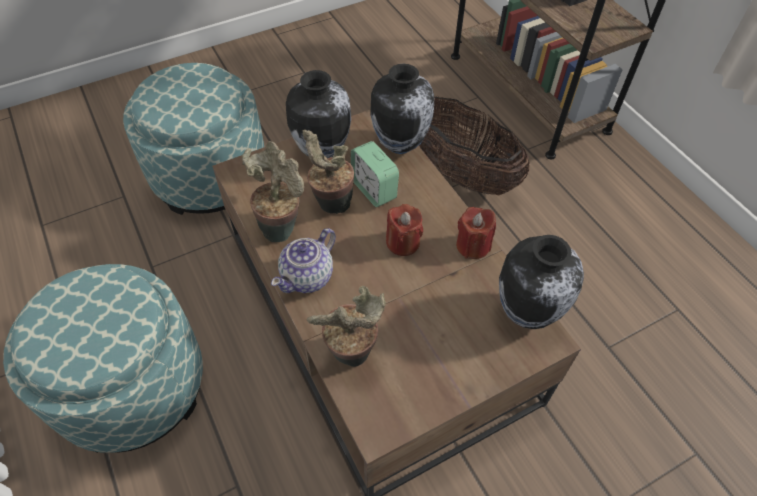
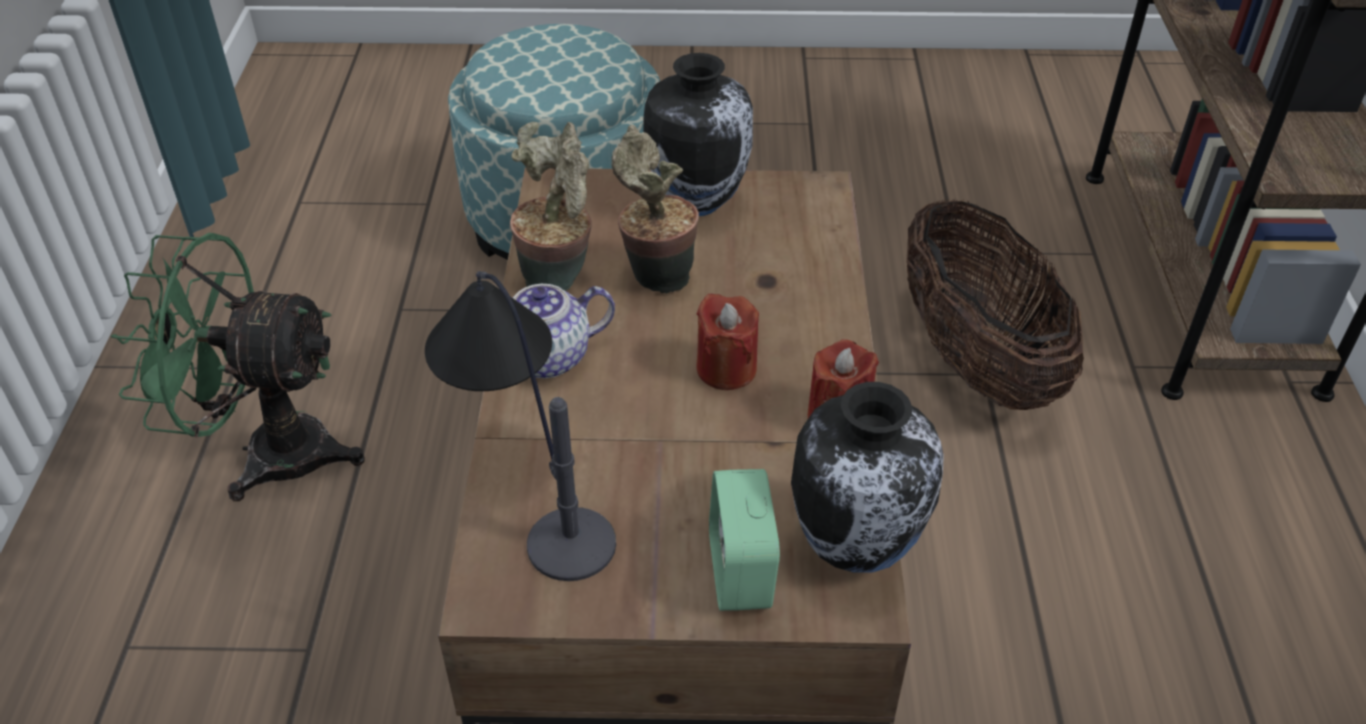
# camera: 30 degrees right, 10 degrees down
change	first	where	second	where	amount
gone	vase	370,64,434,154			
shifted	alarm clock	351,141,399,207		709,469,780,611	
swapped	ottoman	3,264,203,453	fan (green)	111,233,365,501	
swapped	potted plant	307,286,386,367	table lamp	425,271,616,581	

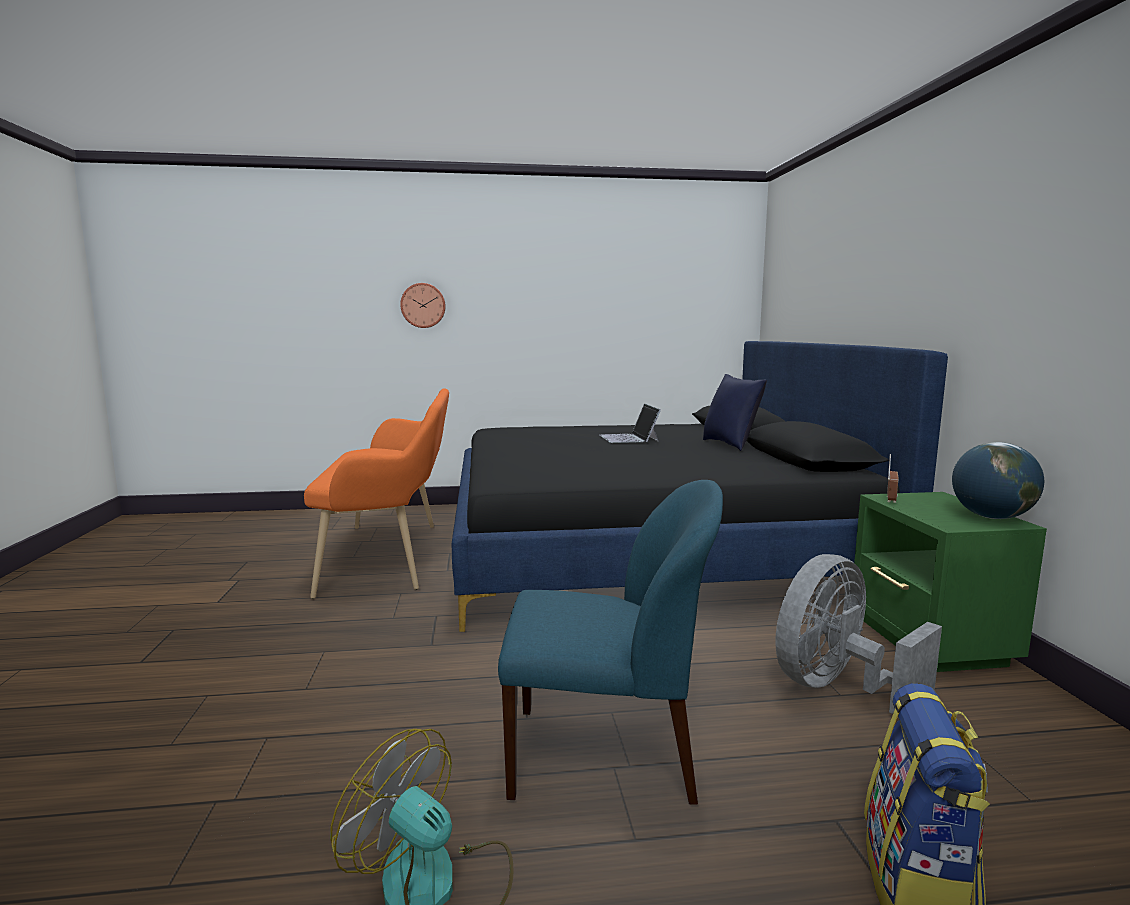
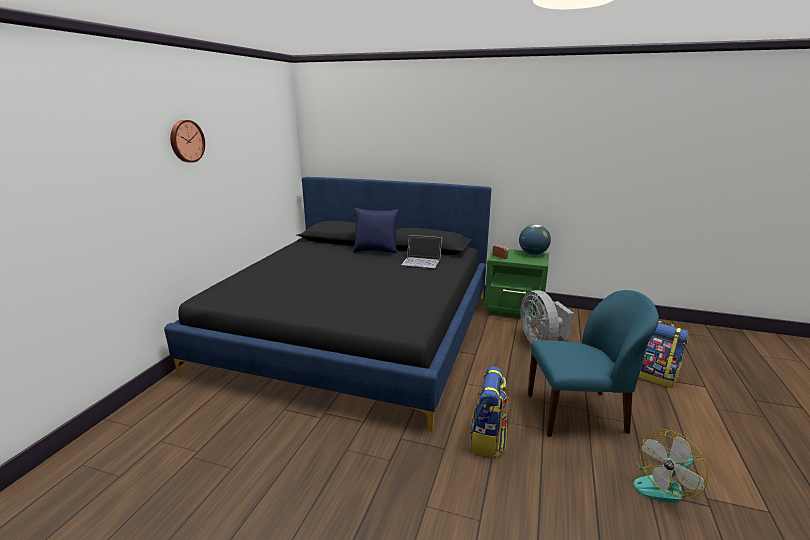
# camera: 65 degrees left, 10 degrees up
change	first	where	second	where	amount
shifted	wall clock	400,283,446,328		170,120,205,163	
gone	bench (orange)	304,389,449,599			
shifted	laptop	600,403,661,443		401,235,442,268	
rotated	chair (blue)	498,480,723,805		528,290,659,437	60 degrees clockwise
new			backpack	469,367,509,458	

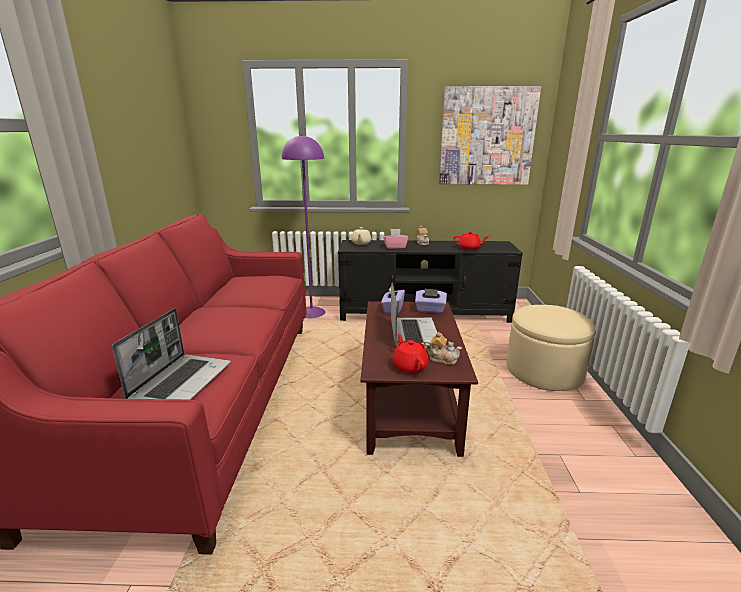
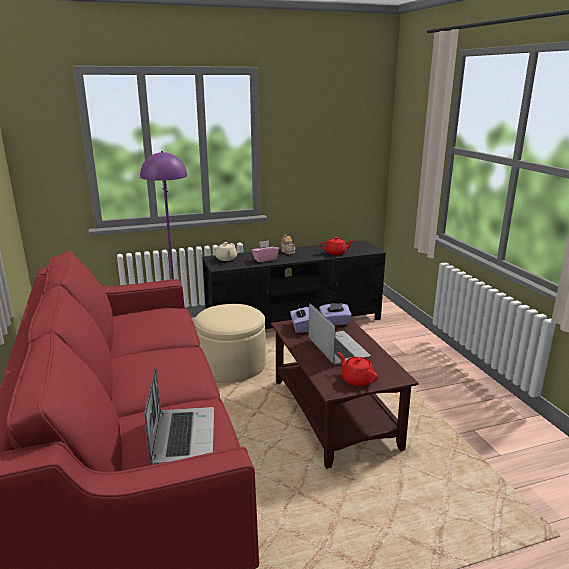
# camera: 20 degrees left, 0 degrees up
change	first	where	second	where	amount
gone	picture	439,86,541,185			
shifted	ottoman (beige)	507,305,596,391		194,304,266,382	
gone	teapot	423,332,462,365			

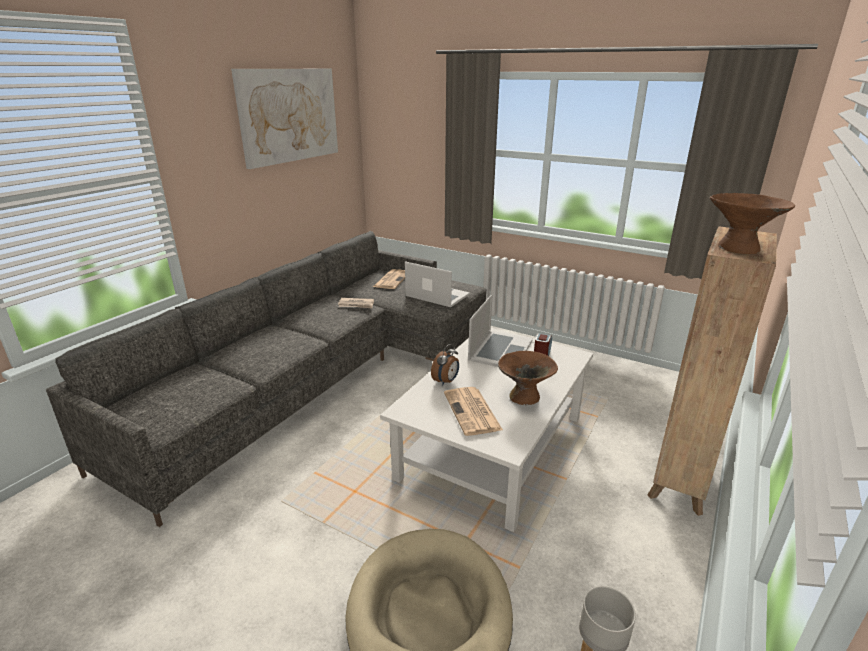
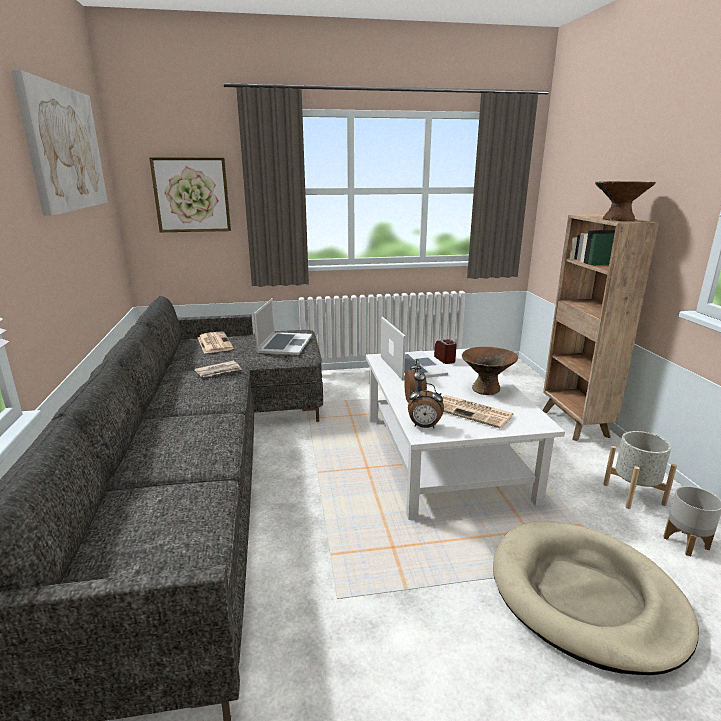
# camera: 40 degrees left, 5 degrees down
change	first	where	second	where	amount
rotated	laptop	405,261,470,307		254,298,312,355	105 degrees clockwise
new			picture	149,157,231,232	
new			alarm clock	408,383,444,428	
new			planter (grey)	603,431,677,509	

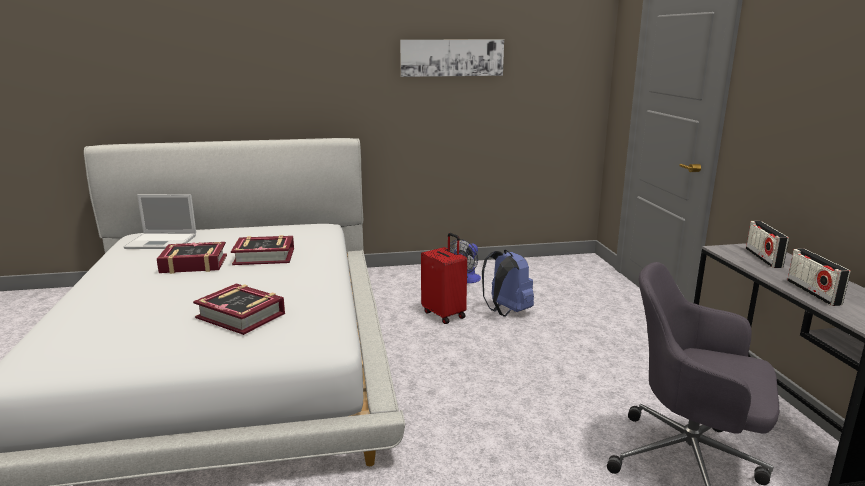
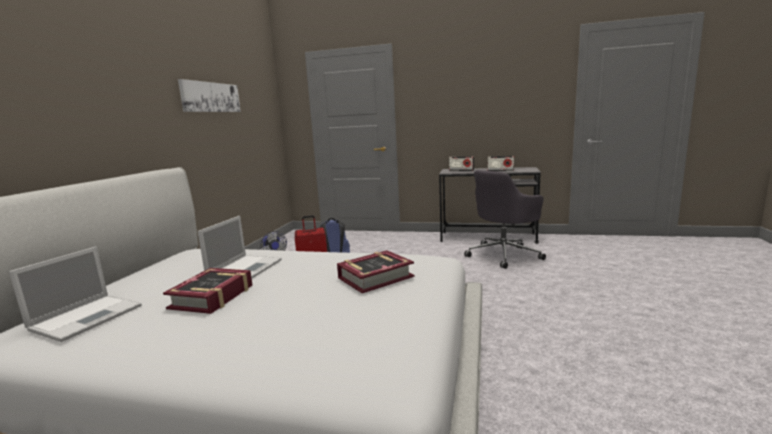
# camera: 65 degrees left, 5 degrees down
change	first	where	second	where	amount
swapped	book	231,235,294,265	laptop	198,216,282,278	

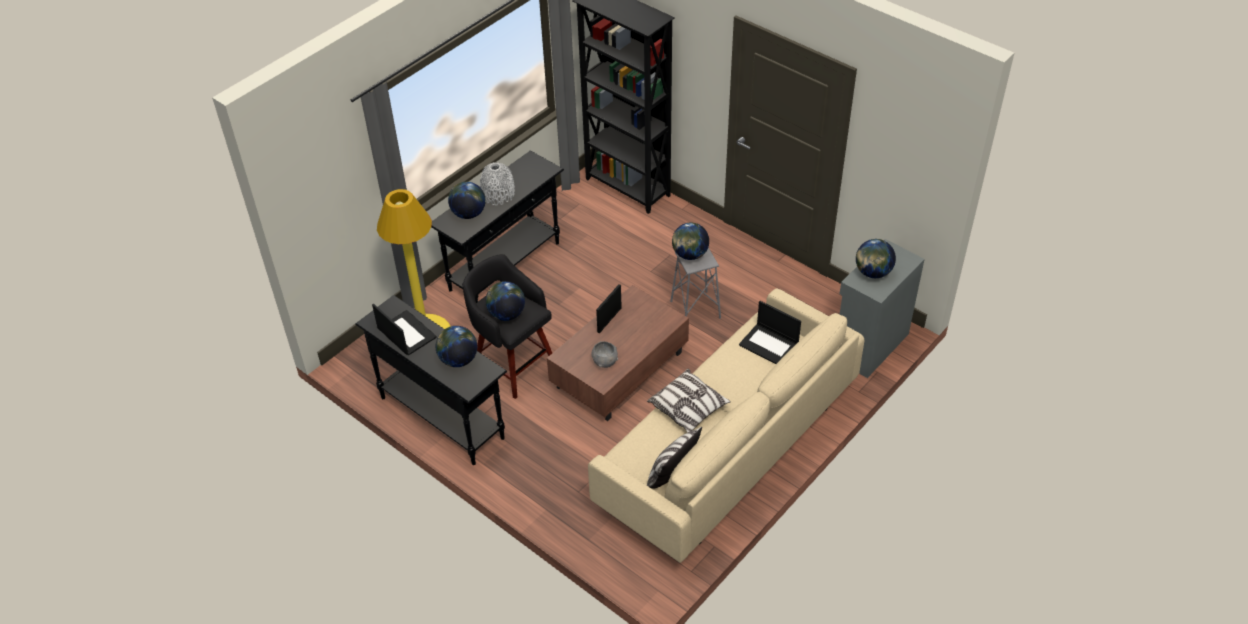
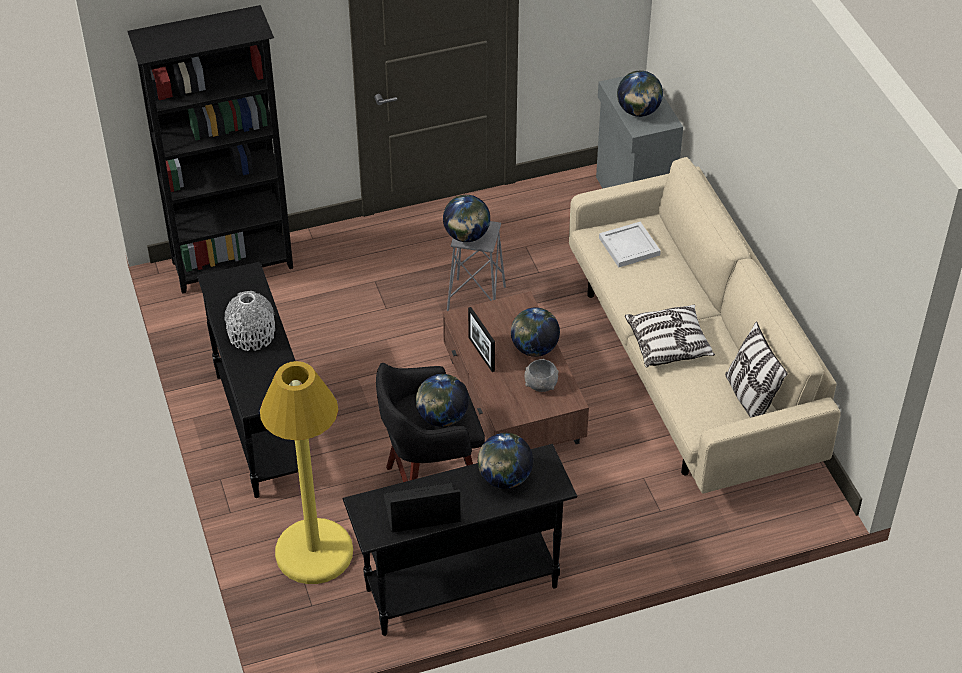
# camera: 60 degrees left, 0 degrees up
change	first	where	second	where	amount
shifted	globe	448,182,486,219		511,307,560,357	
swapped	laptop	739,301,801,364	tray (white)	599,222,661,268	

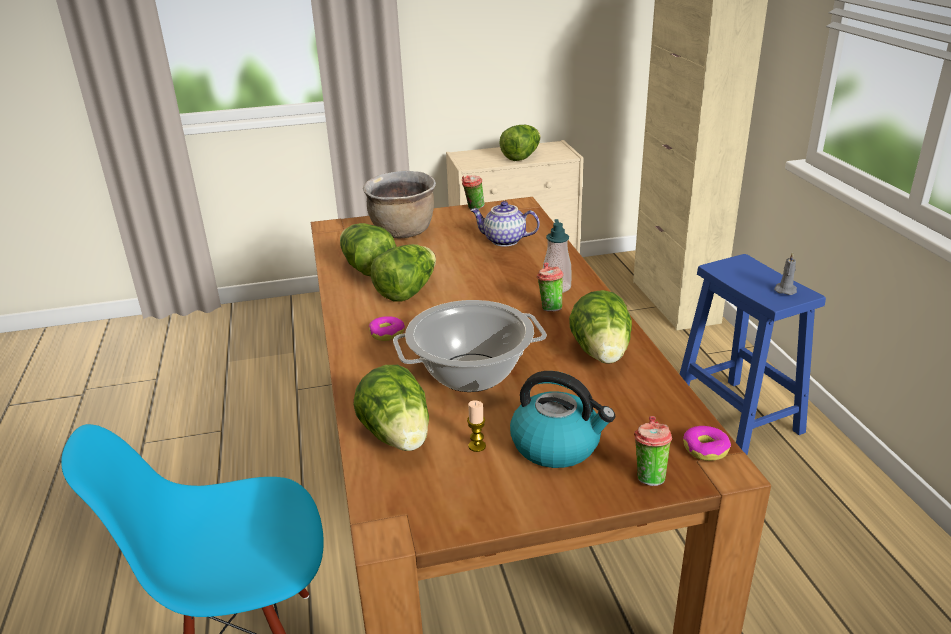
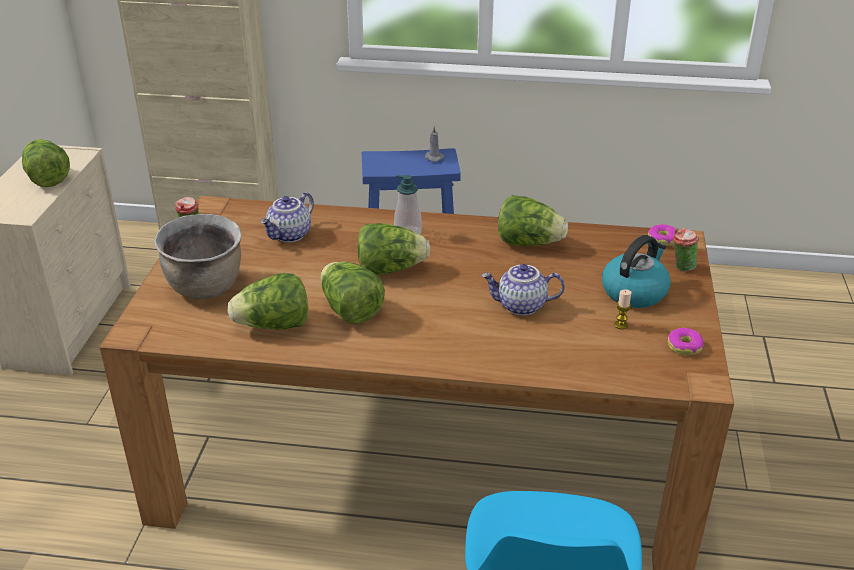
# camera: 70 degrees left, 5 degrees up
change	first	where	second	where	amount
gone	cup	537,262,564,312			
swapped	cooking pot	393,300,547,392	teapot	481,264,565,316	
shifted	donut	369,316,405,341		667,328,704,355	
shifted	lettuce	354,365,429,451		357,223,430,275	

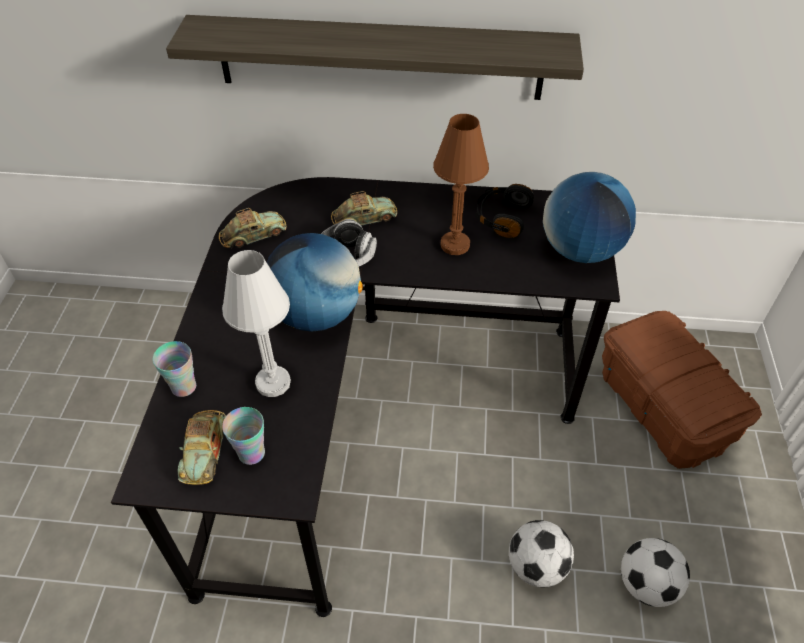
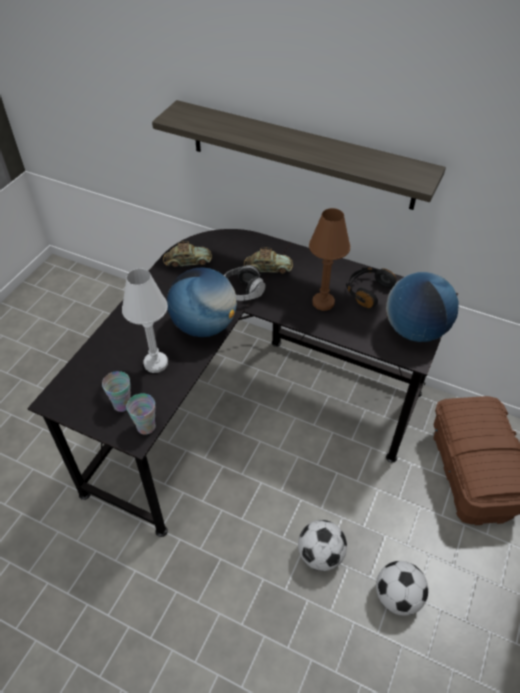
# camera: 20 degrees right, 0 degrees up
change	first	where	second	where	amount
shifted	cup	153,341,196,397		126,393,156,435	
gone	toy car	177,410,226,485			

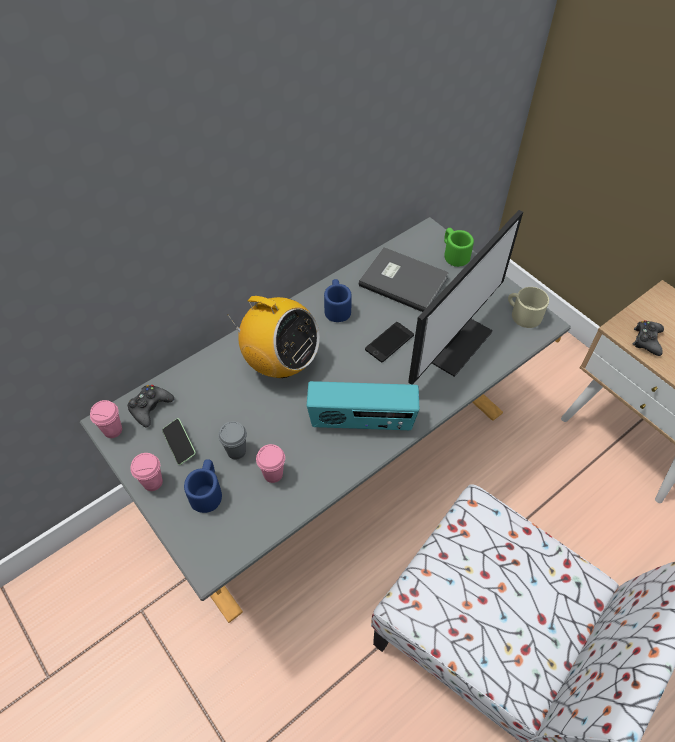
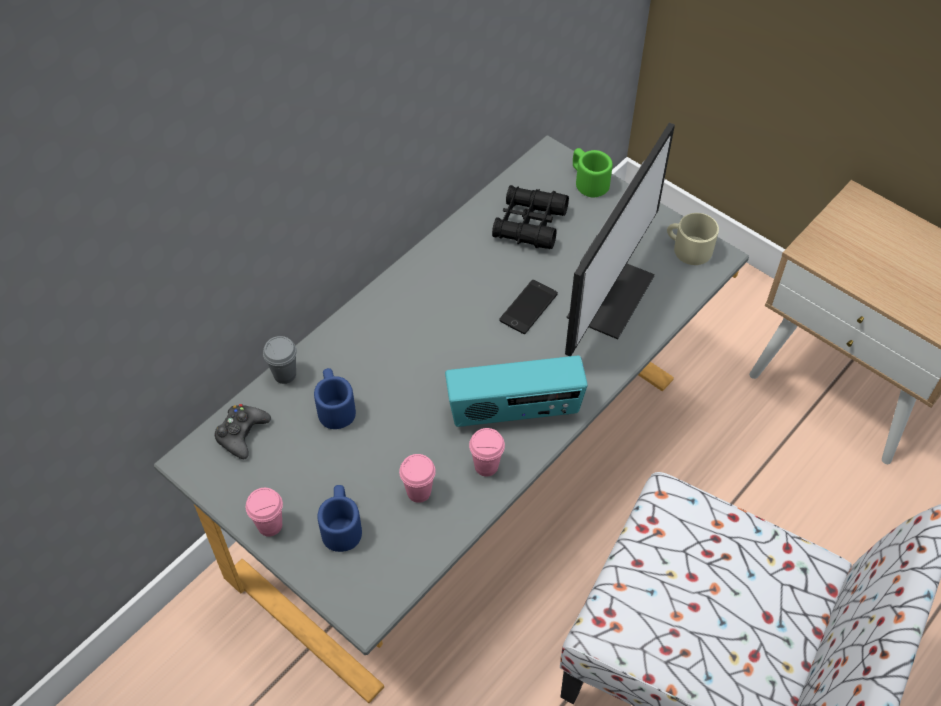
# camera: 10 degrees left, 0 degrees up
change	first	where	second	where	amount
swapped	book (grey)	359,247,449,312	binoculars (black)	492,185,569,249	
shifted	mug (blue)	324,279,352,322		314,368,356,429	
gone	radio	227,296,320,378			
gone	game controller (black)	632,320,664,356			
shifted	cup (pink)	90,400,122,438		469,428,505,477	
gone	phone	162,418,196,465			
shifted	cup (grey)	218,421,247,459		263,336,297,384	

